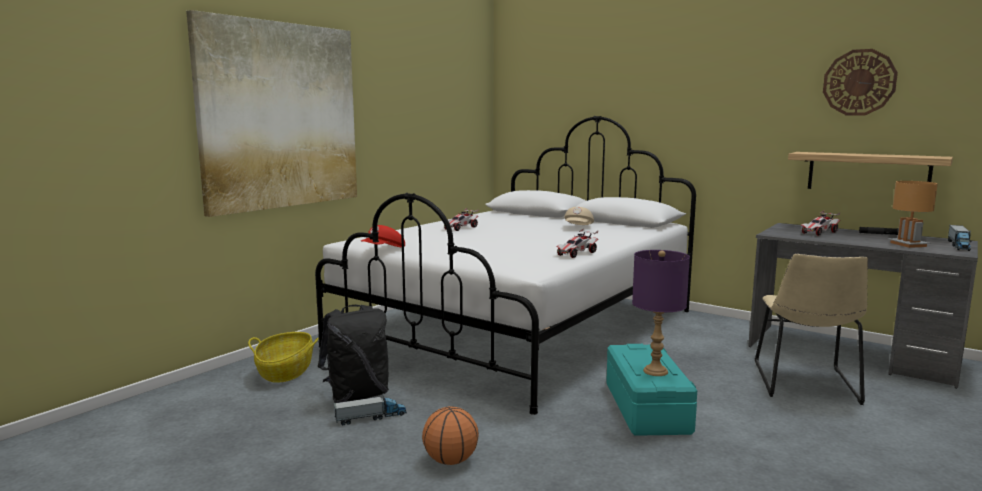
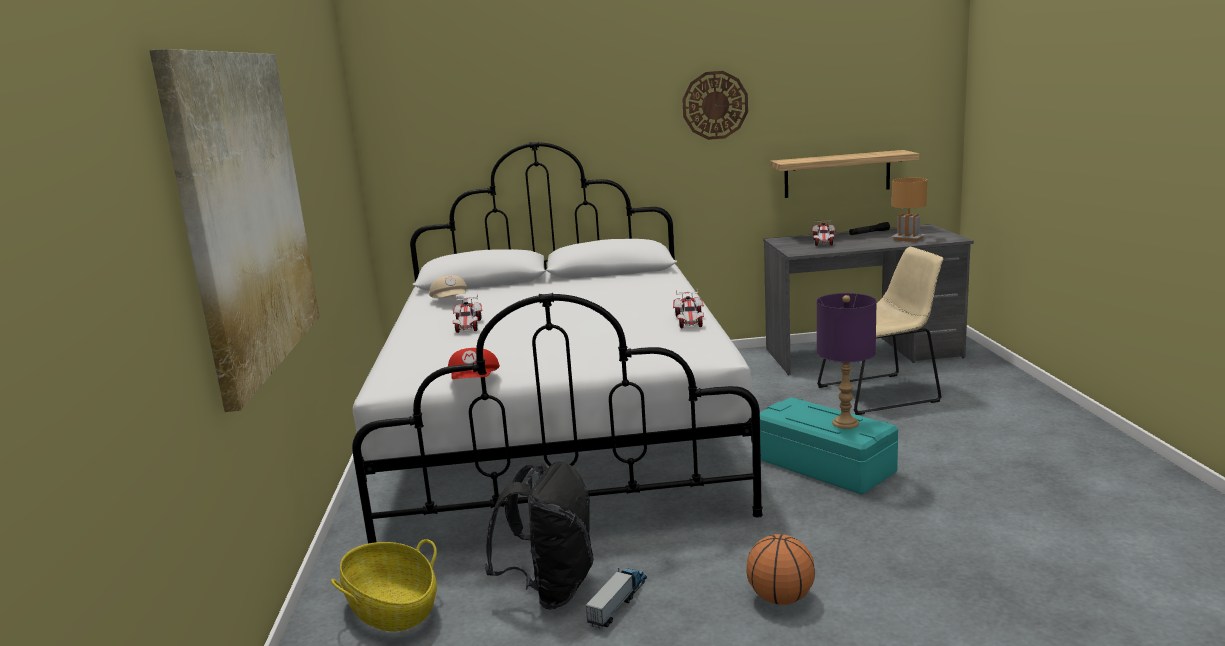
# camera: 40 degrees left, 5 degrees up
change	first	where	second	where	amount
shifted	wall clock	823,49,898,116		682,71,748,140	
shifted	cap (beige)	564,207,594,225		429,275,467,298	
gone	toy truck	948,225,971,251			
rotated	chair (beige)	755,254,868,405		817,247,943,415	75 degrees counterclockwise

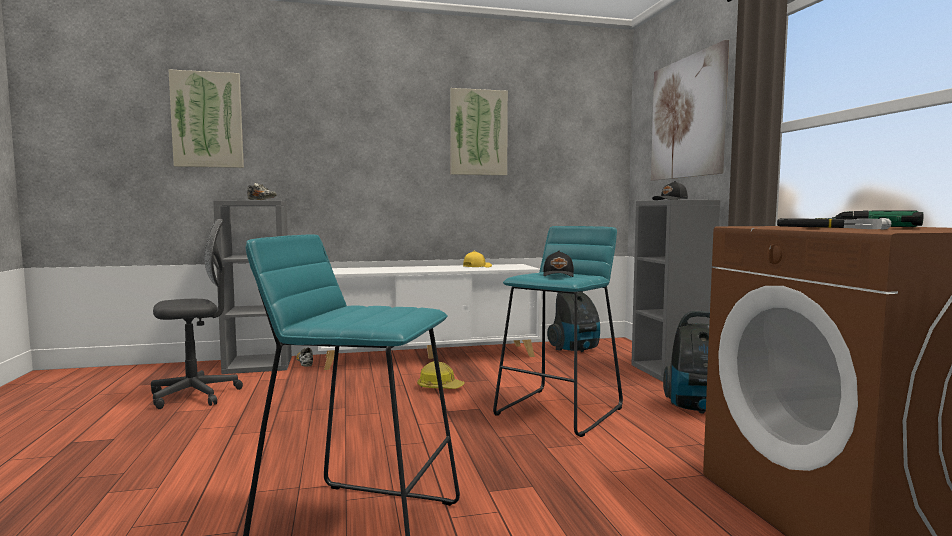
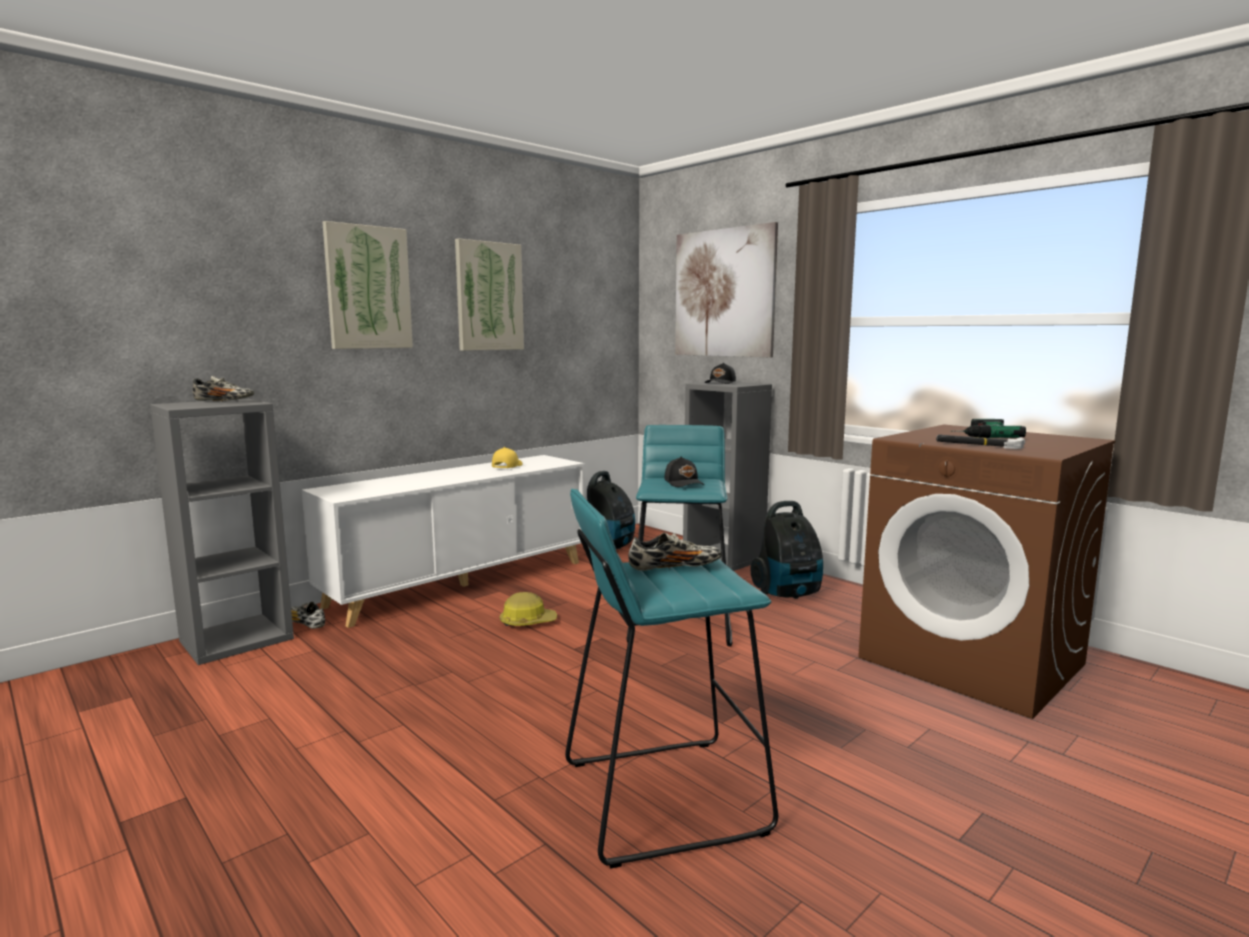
# camera: 30 degrees left, 5 degrees up
change	first	where	second	where	amount
shifted	picture	168,69,244,168		322,221,413,349	
gone	office chair (grey)	151,219,243,409			
new			shoe	628,533,722,571	

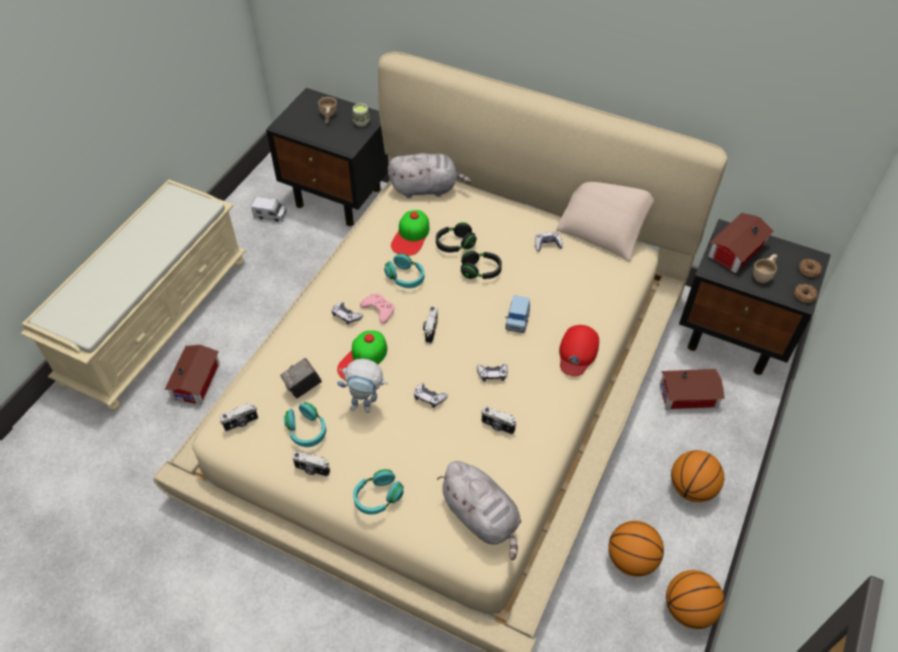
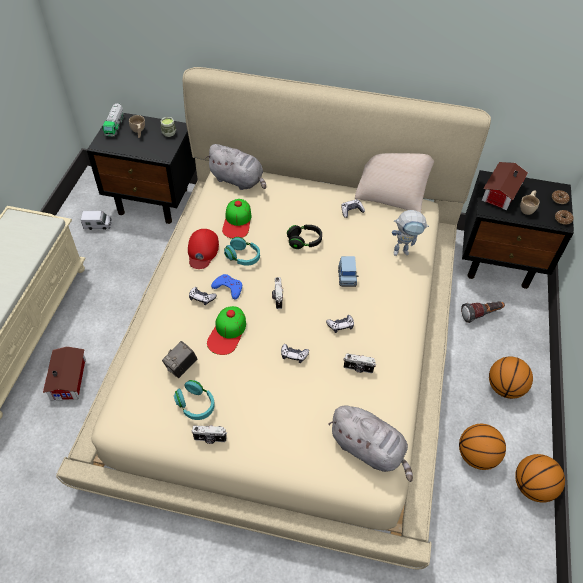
# camera: 15 degrees left, 0 degrees up
change	first	where	second	where	amount
rotated	plush toy (grey)	388,153,472,198		205,144,266,190	45 degrees clockwise
gone	headphones (black)	436,222,477,252			
repainted	game controller (pink)	360,293,394,324	game controller (blue)	211,274,242,299	
shifted	cap (red)	559,325,599,376		188,229,219,269	
shifted	toy robot	337,359,388,413		392,210,429,256	
swapped	toy house	660,369,725,409	flashlight	461,301,505,323	
gone	photo camera	220,403,258,431			
gone	headphones (turquoise)	353,469,404,515			
new			toy truck	102,103,124,136	

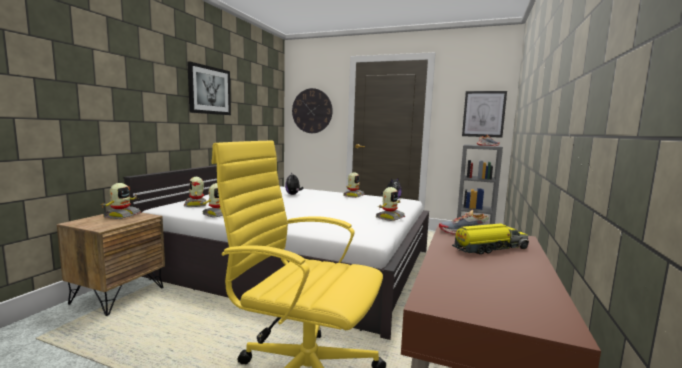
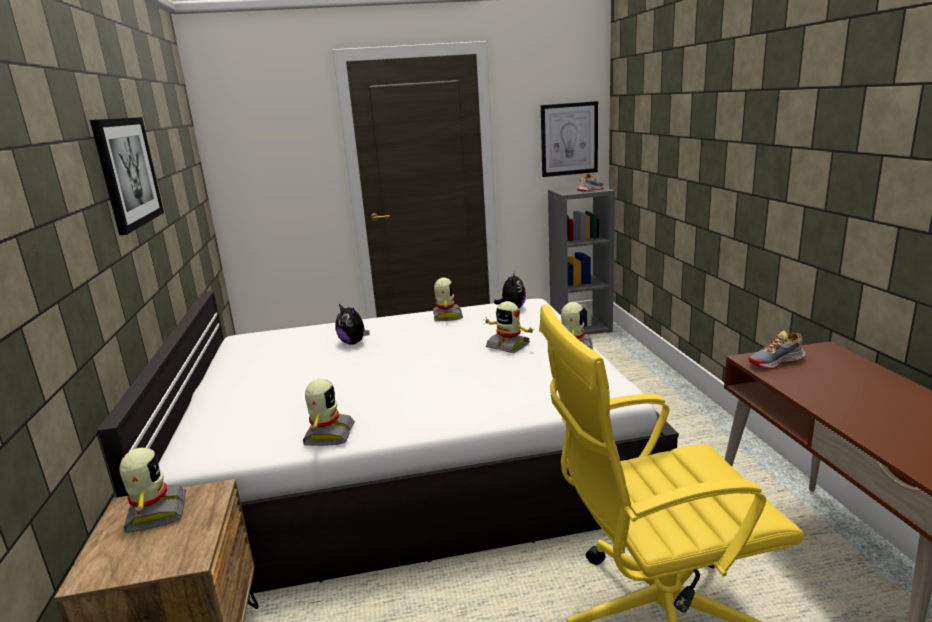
# camera: 30 degrees left, 10 degrees up
change	first	where	second	where	amount
gone	wall clock	292,88,333,133			
shifted	toy robot	184,177,206,207		483,301,534,353	
gone	toy truck	452,223,529,254			

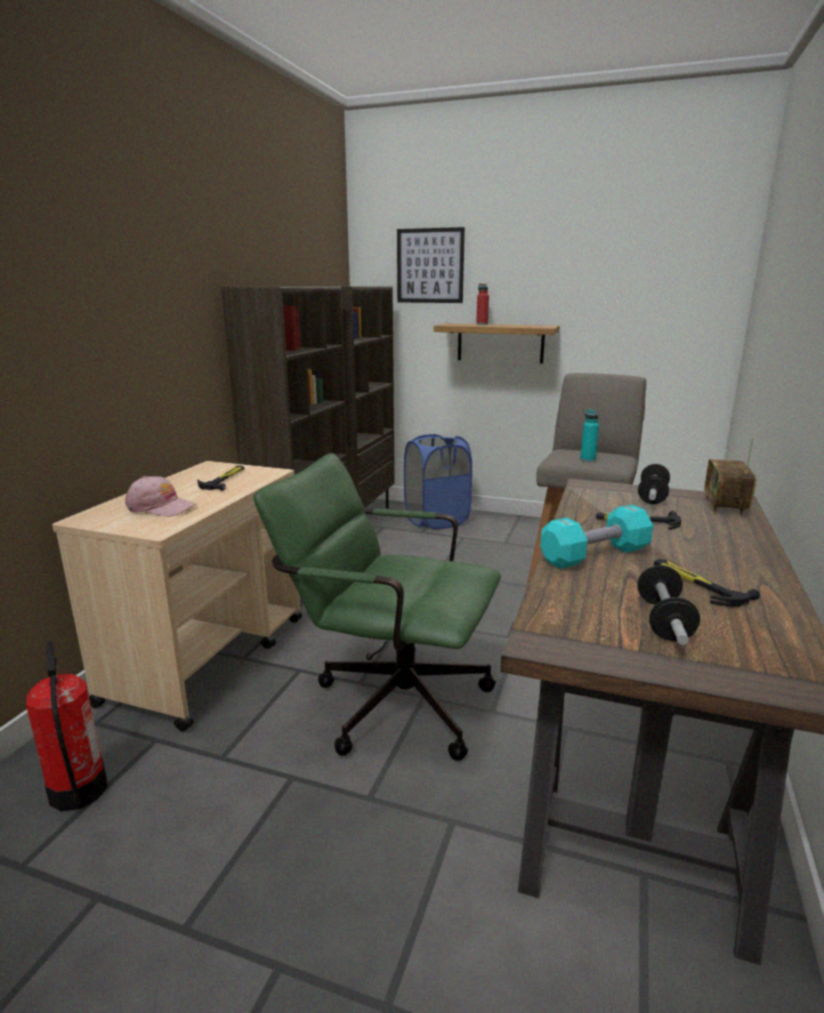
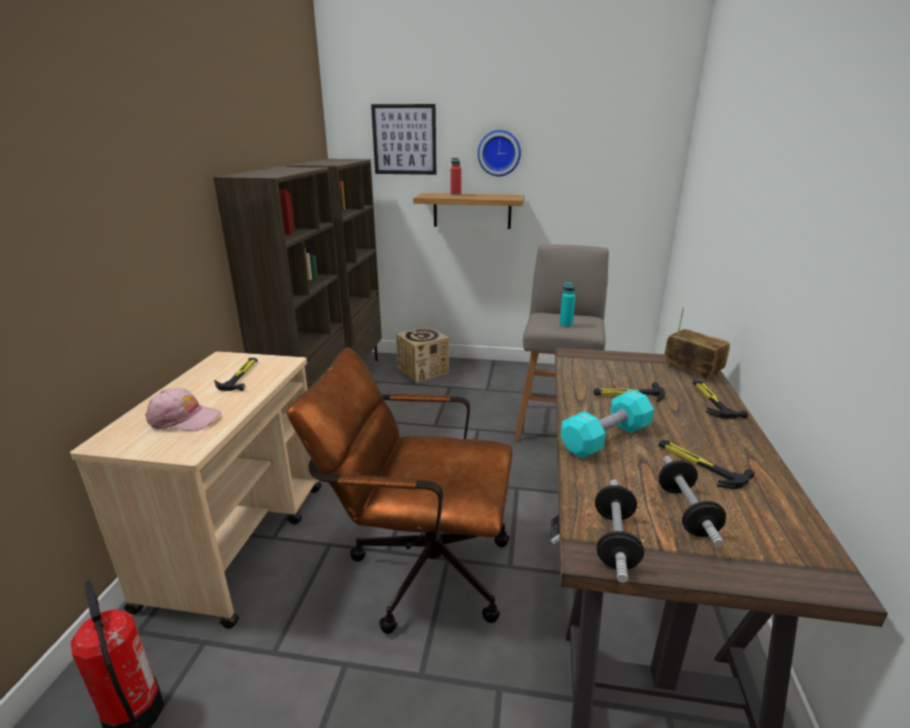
# camera: 10 degrees left, 5 degrees up
change	first	where	second	where	amount
swapped	laundry basket (blue)	404,434,472,529	cardboard box	396,326,449,382	
rotated	radio	704,438,756,516		664,307,730,381	135 degrees clockwise
repainted	office chair (green)	253,453,501,761	office chair (brown)	287,347,513,634	
shifted	dumbbell	638,464,670,504		595,480,644,583	
new			wall clock	478,130,521,176	
new			hammer	693,381,748,419	

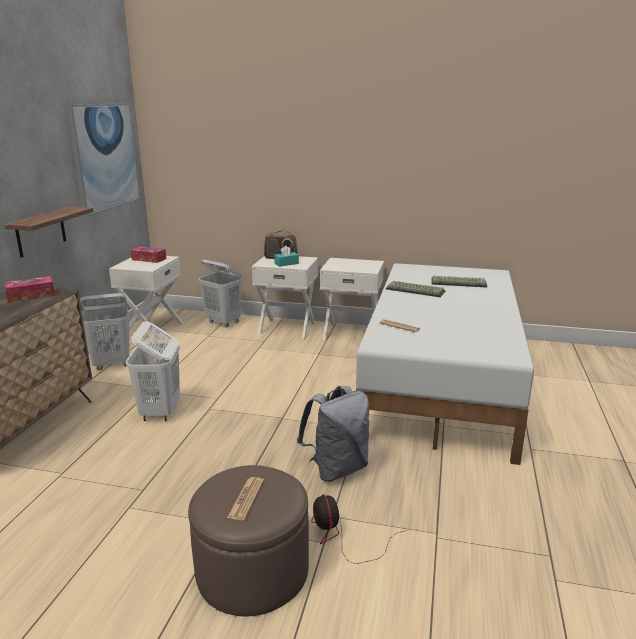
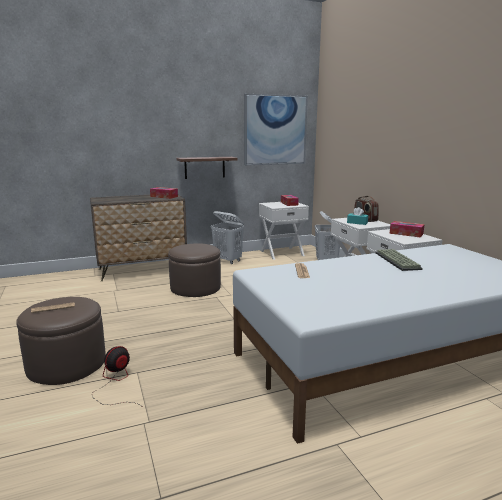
# camera: 55 degrees right, 5 degrees down
change	first	where	second	where	amount
gone	keyboard	431,276,487,287			
swapped	laundry basket (white)	126,321,180,421	ottoman (brown)	168,243,221,297	
gone	backpack (grey)	297,386,369,482			
new			tissue box	389,221,425,237	

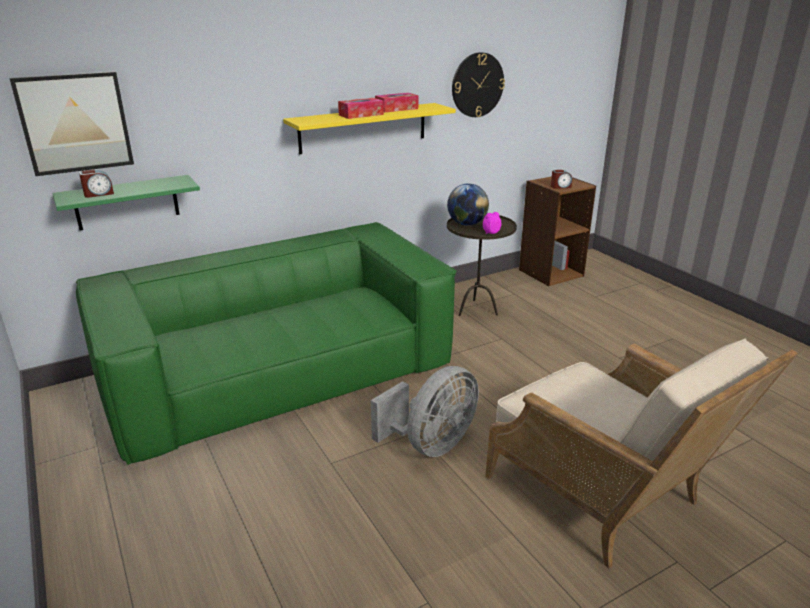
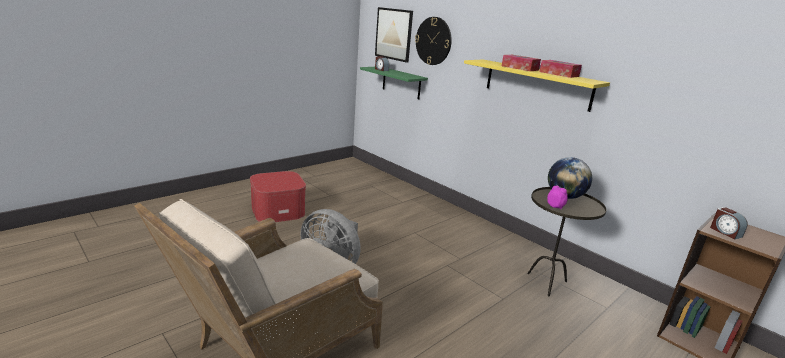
# camera: 75 degrees right, 5 degrees down
change	first	where	second	where	amount
shifted	wall clock	452,52,505,117		415,17,452,65	
gone	sofa (green)	76,222,457,465			
new			ottoman	250,171,306,222	

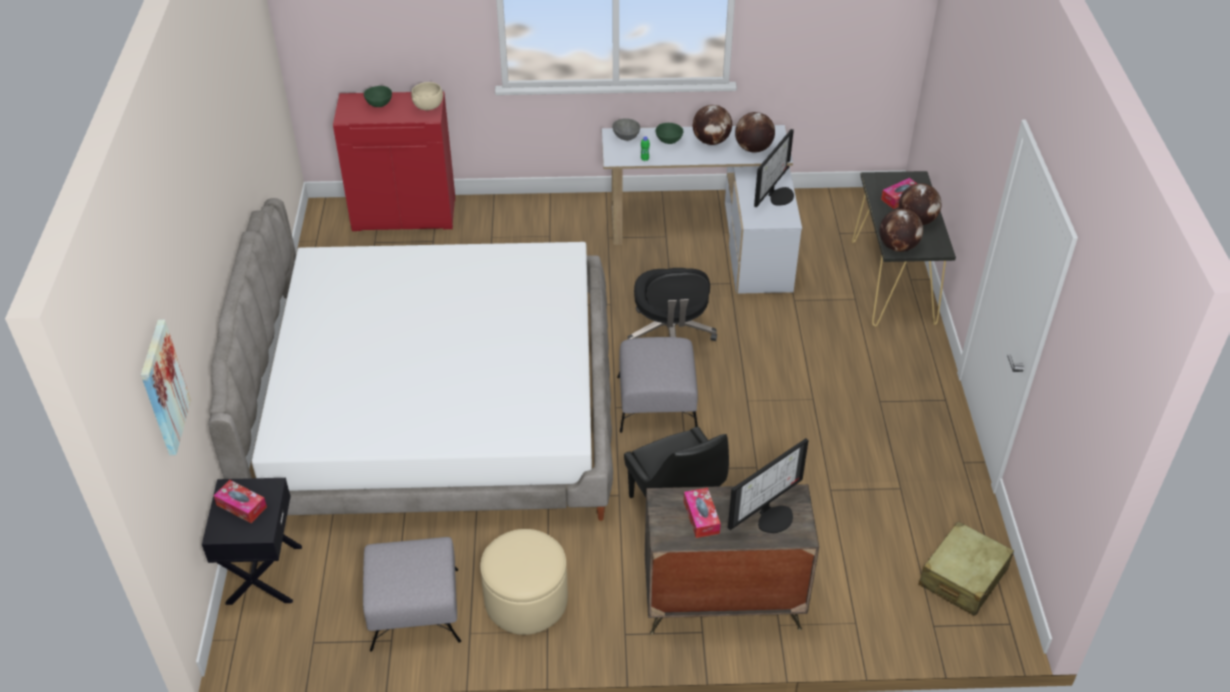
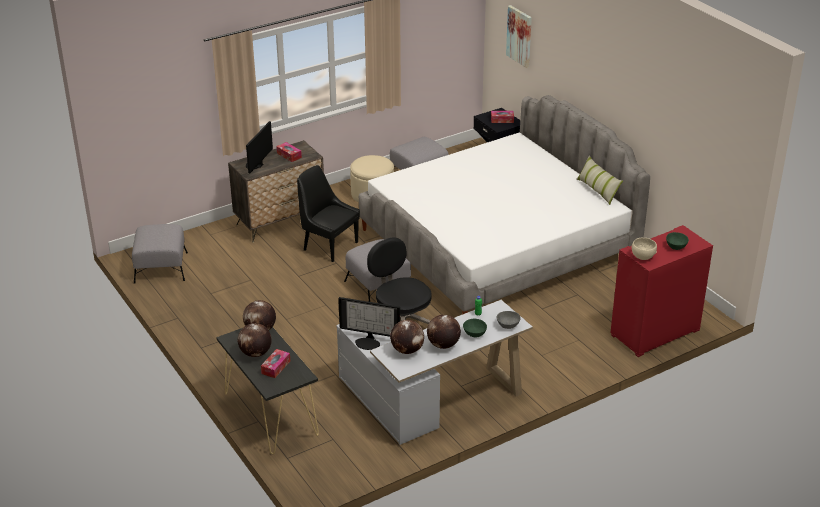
# camera: 150 degrees right, 10 degrees down
change	first	where	second	where	amount
rotated	monitor	754,129,794,207		338,297,400,350	75 degrees counterclockwise
swapped	suitcase (beige)	919,521,1014,616	ottoman (grey)	132,224,188,284	
new			pillow	576,155,623,205	

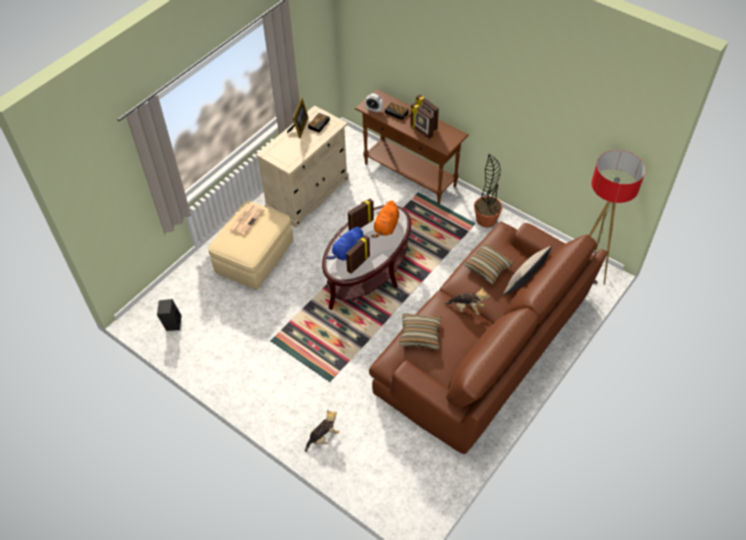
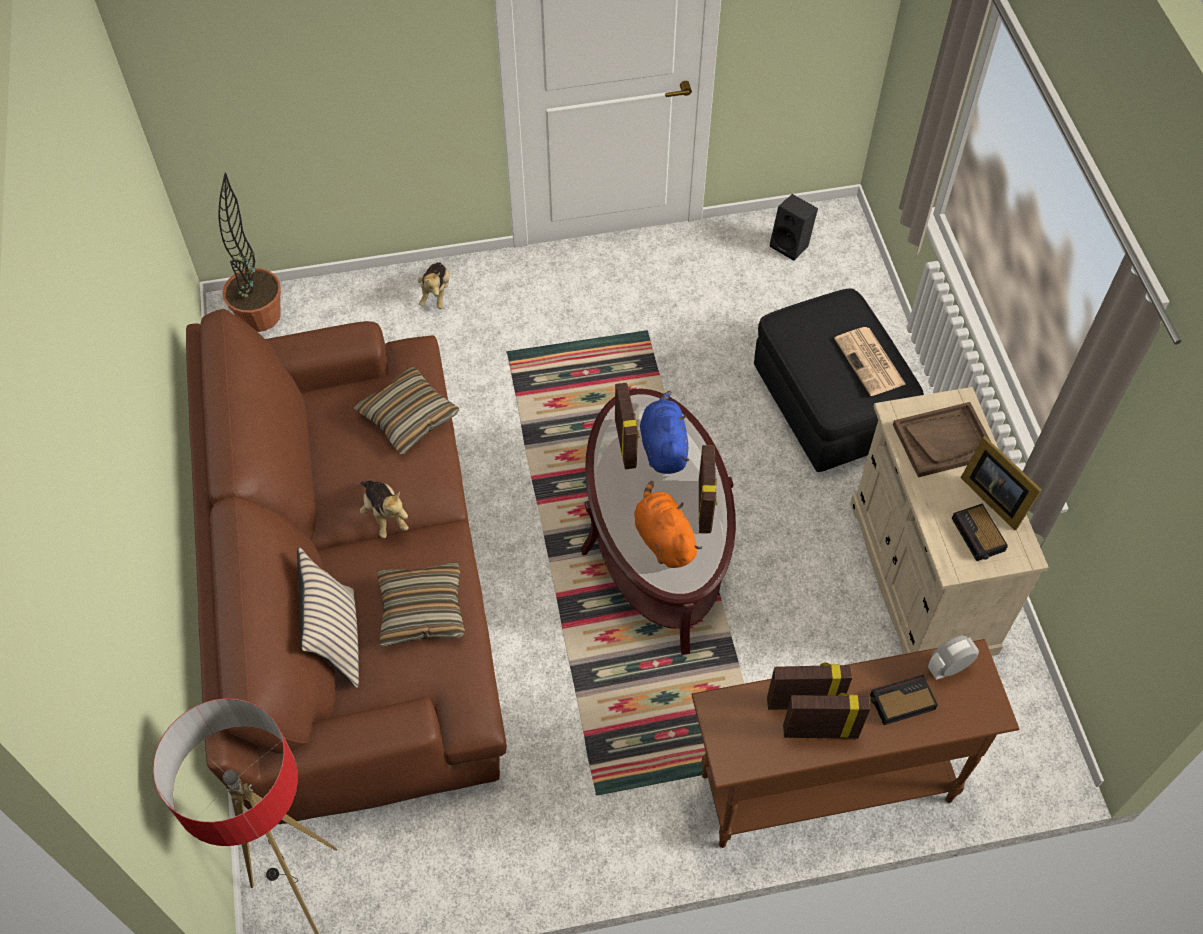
# camera: 130 degrees right, 5 degrees up
change	first	where	second	where	amount
shifted	potted plant	474,154,503,228		218,172,281,332	
repainted	ottoman (beige)	208,201,293,290	ottoman (black)	754,289,924,472	
rotated	plush toy	445,287,490,315		360,481,409,538	90 degrees counterclockwise
new			tray (brown)	893,402,990,477	

